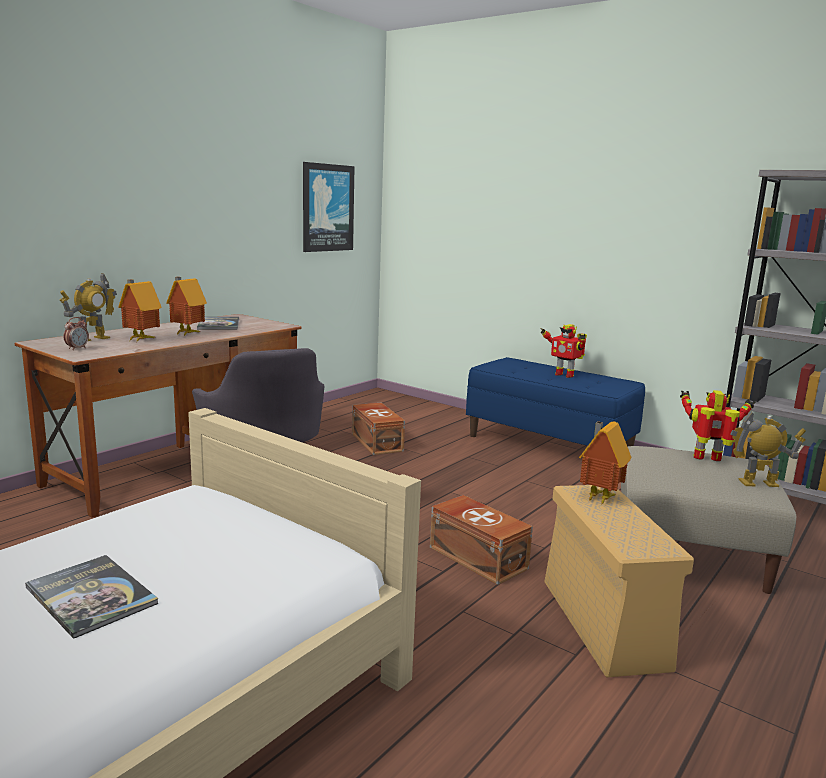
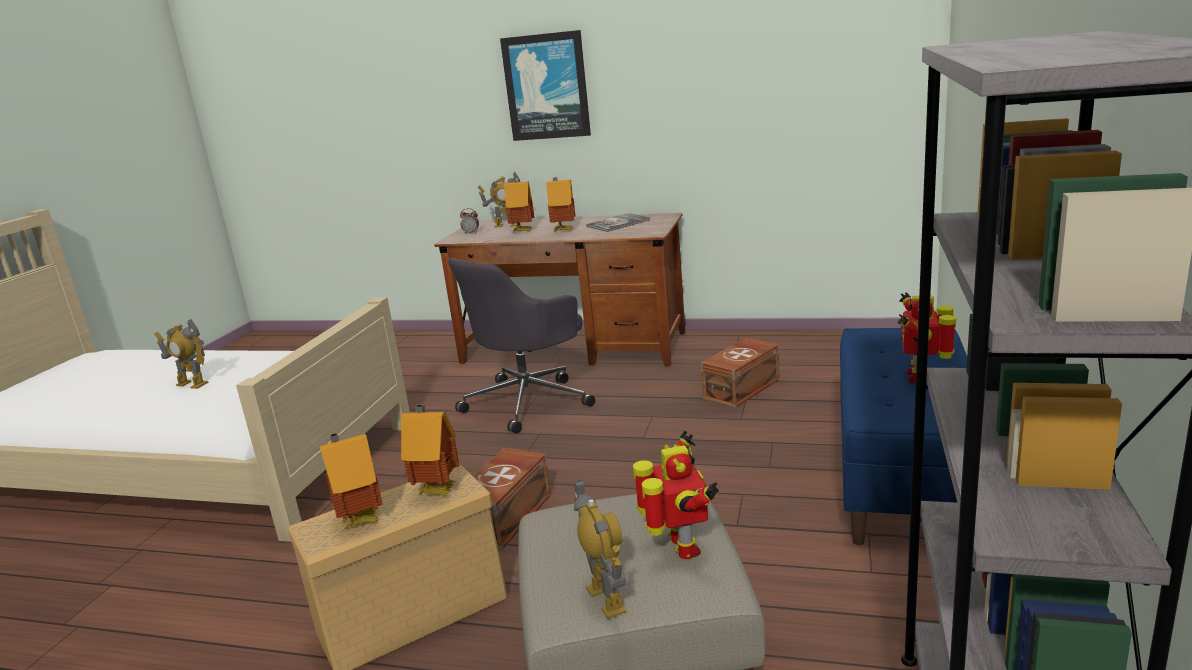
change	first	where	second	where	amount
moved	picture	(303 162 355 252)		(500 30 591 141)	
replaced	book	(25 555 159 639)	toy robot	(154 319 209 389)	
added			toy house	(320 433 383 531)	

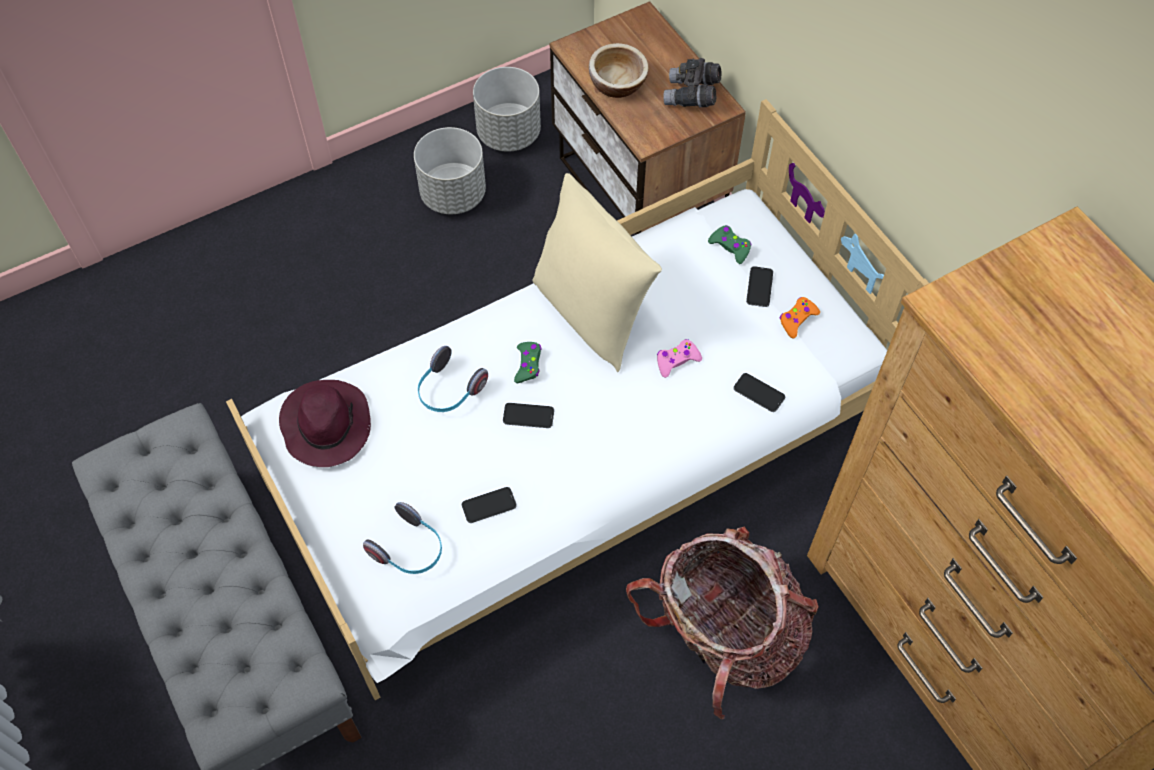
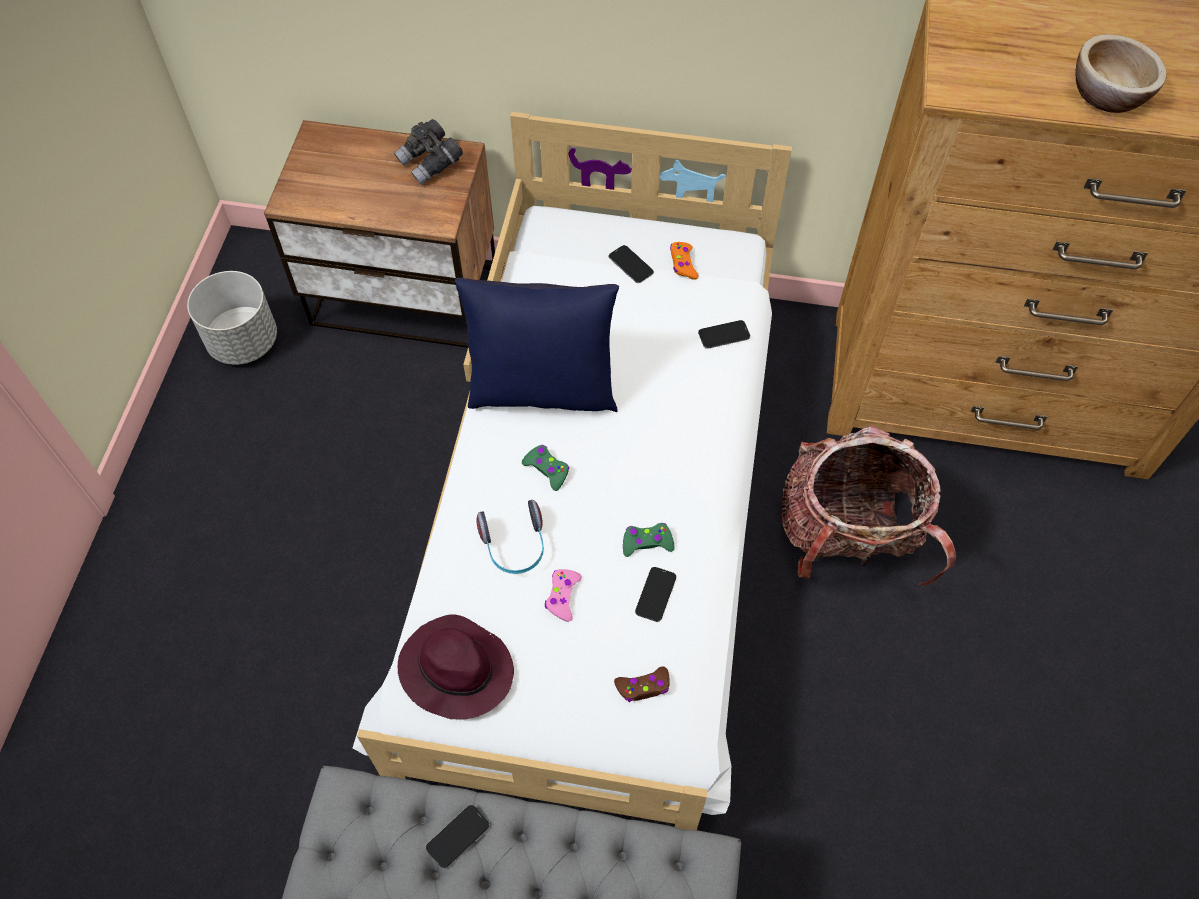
change	first	where	second	where	amount
moved	bowl	(589 43 649 98)		(1076 34 1167 113)	
removed	planter/grey	(414 127 486 214)			
recoloured	pillow/beige	(532 173 662 372)	pillow/blue	(455 278 619 412)	
moved	game controller/green	(708 225 752 264)		(623 523 675 557)	
moved	game controller/pink	(657 339 702 378)		(545 569 582 622)	
moved	phone	(503 403 554 428)		(426 805 490 869)	
replaced	headphones	(363 502 442 574)	game controller/brown	(614 667 670 702)	

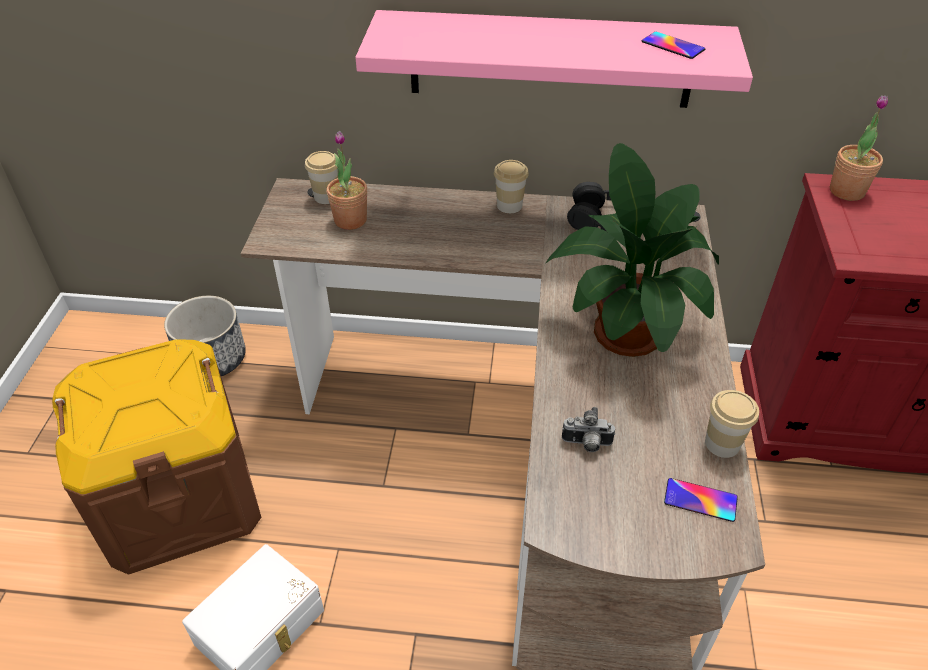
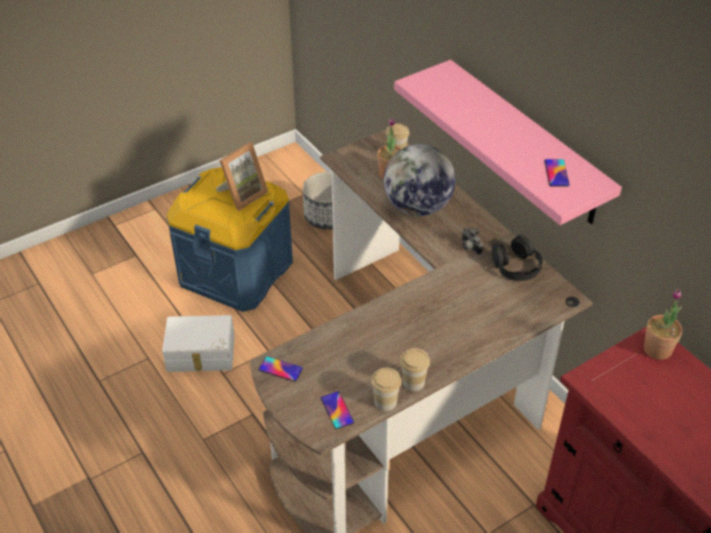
change	first	where	second	where	amount
removed	potted plant	(546 143 719 357)			
moved	cup	(494 160 529 213)		(400 348 430 391)	
recoloured	storage box/brown	(52 339 261 575)	storage box/blue	(167 167 293 312)	
moved	photo camera	(562 407 615 452)		(462 227 483 255)	
added			picture frame	(216 142 268 211)	
added			globe	(383 144 456 216)	
added			phone	(258 357 303 382)	

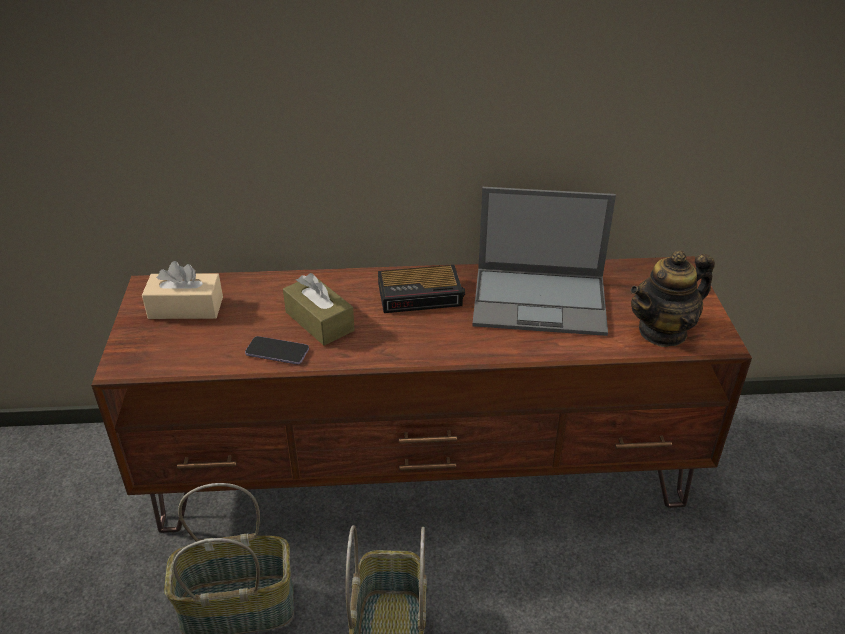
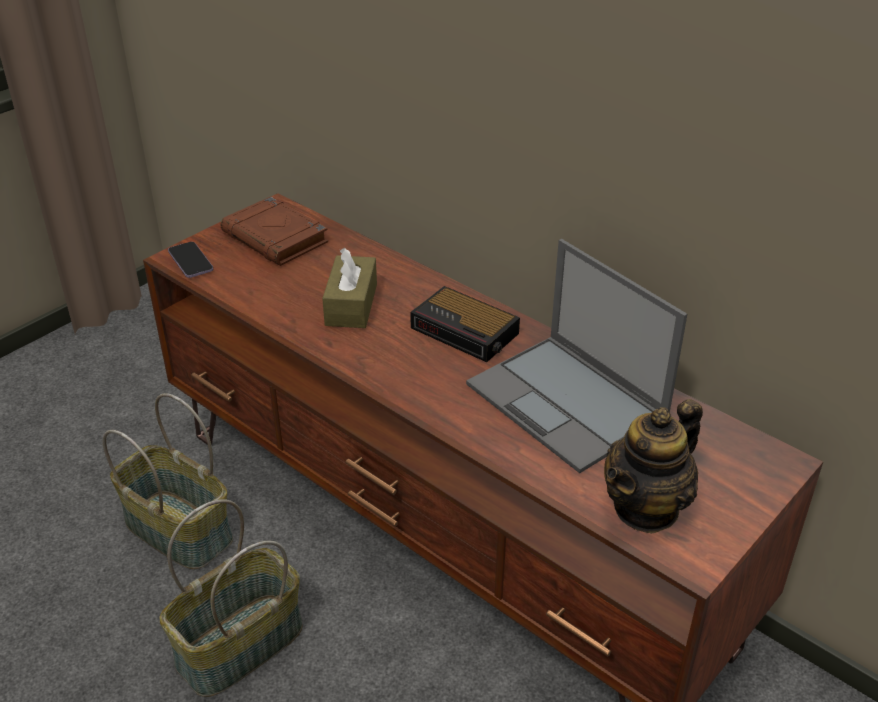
change	first	where	second	where	amount
turned	teapot	(630 251 715 347)		(604 399 703 534)	60 degrees counterclockwise
replaced	tissue box/beige	(142 261 223 319)	book/brown	(221 197 328 266)	
moved	phone	(245 336 309 364)		(168 242 213 278)	

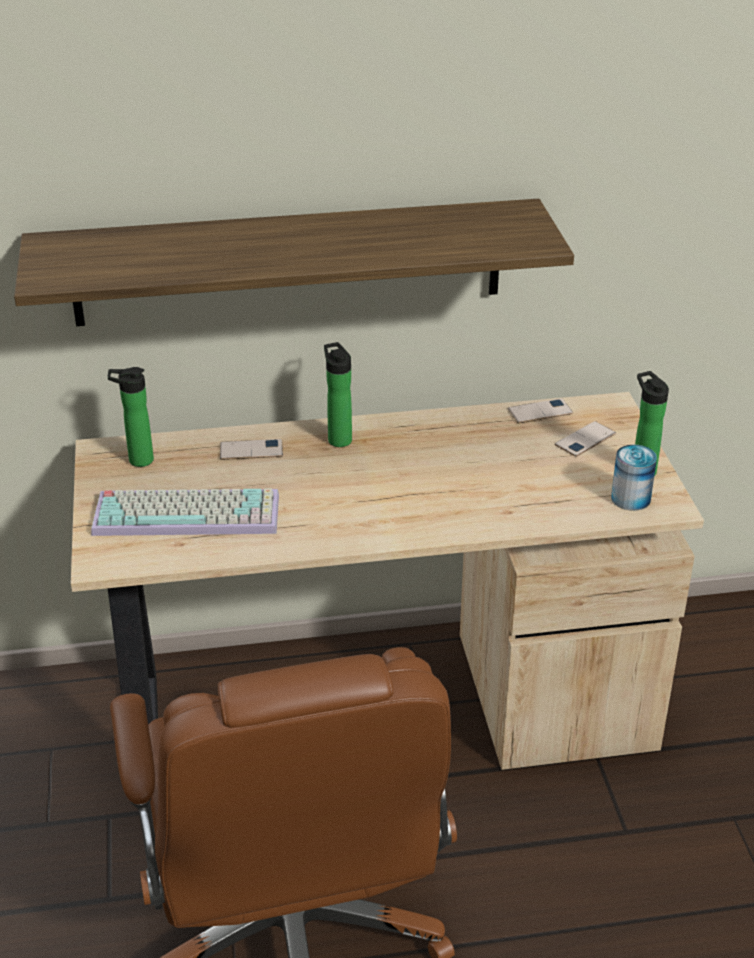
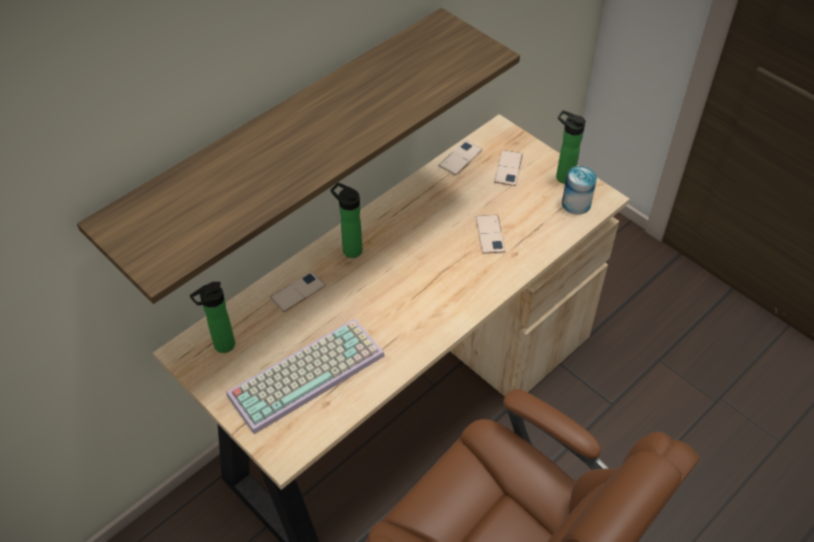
change	first	where	second	where	amount
added			phone	(476 215 505 254)	

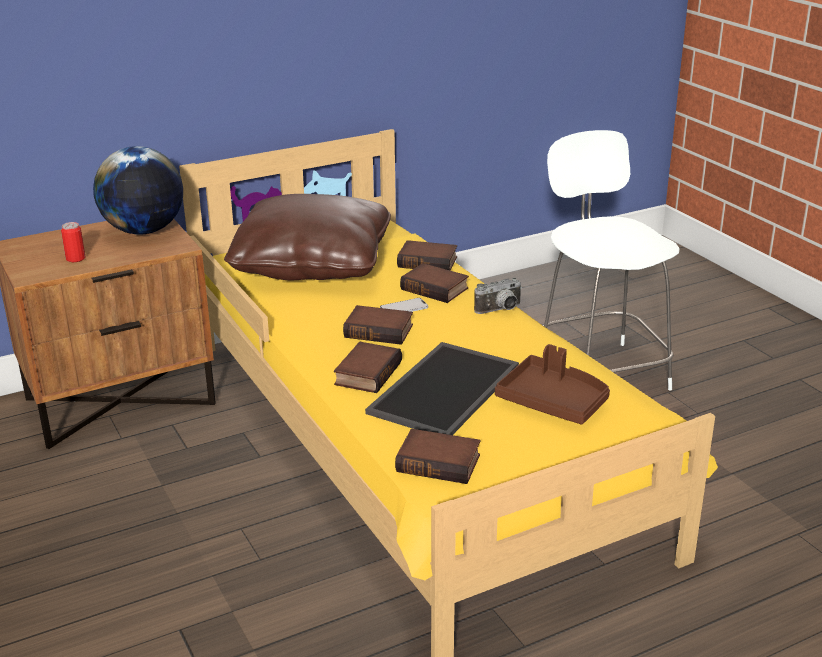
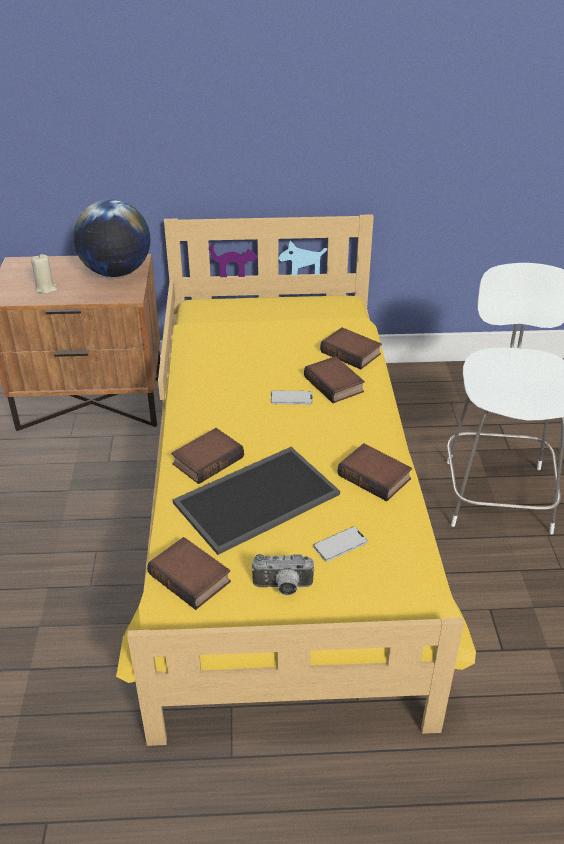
change	first	where	second	where	amount
removed	pillow/brown	(224 194 391 280)			
replaced	can	(61 222 86 262)	candle/beige	(31 254 57 294)	
moved	photo camera	(474 278 522 314)		(251 554 315 595)	
moved	book	(343 305 413 345)		(337 443 412 501)	
replaced	tray/brown	(495 344 610 425)	phone	(313 527 368 561)	

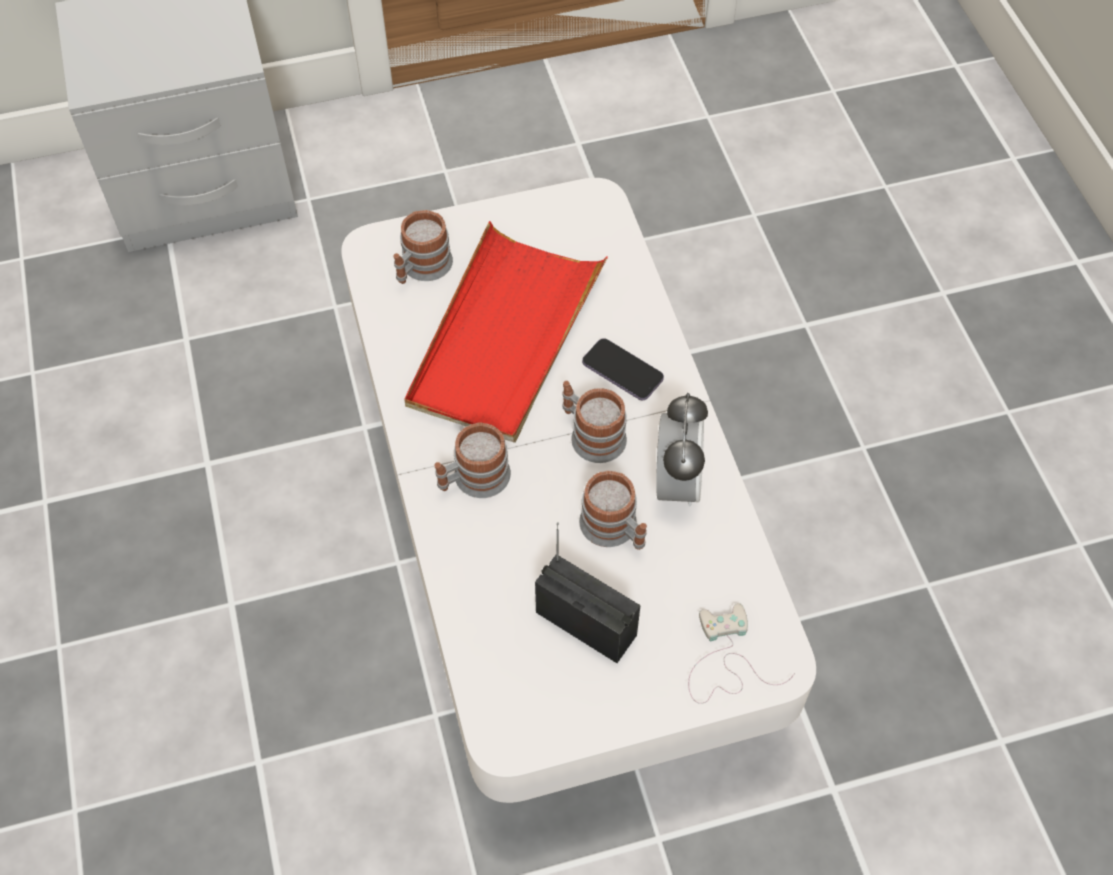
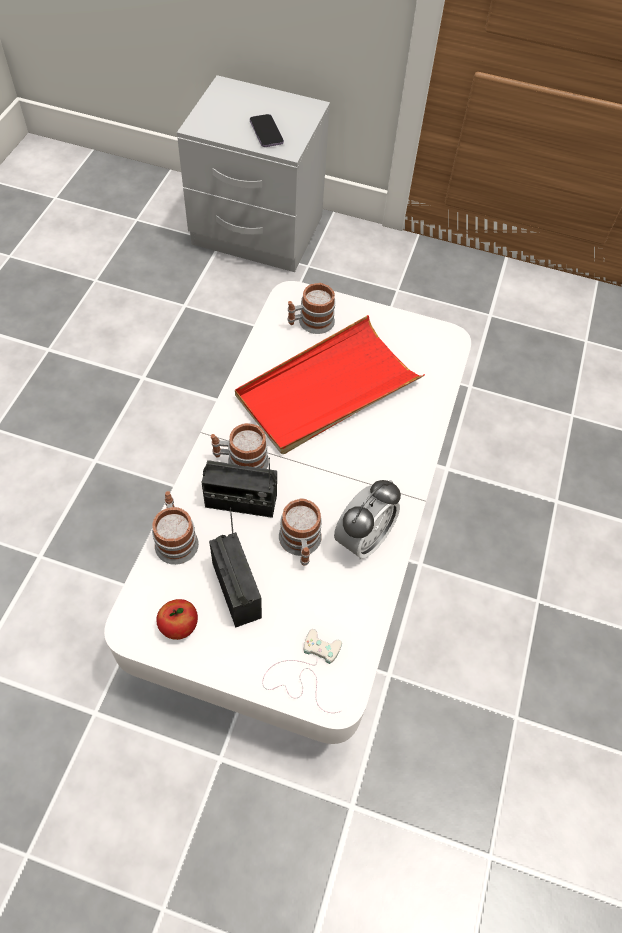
change	first	where	second	where	amount
moved	phone	(582 338 664 401)		(250 114 284 147)	
moved	mug	(562 381 627 463)		(152 491 199 565)	
added			radio	(201 457 277 518)	
added			apple	(156 599 198 640)	

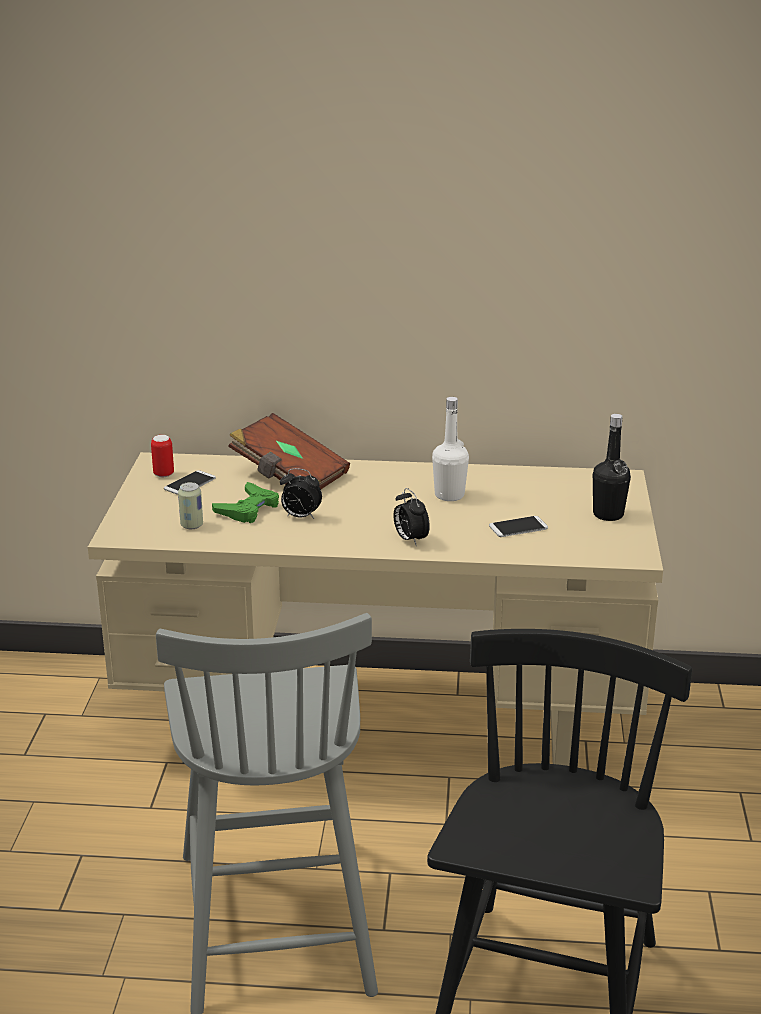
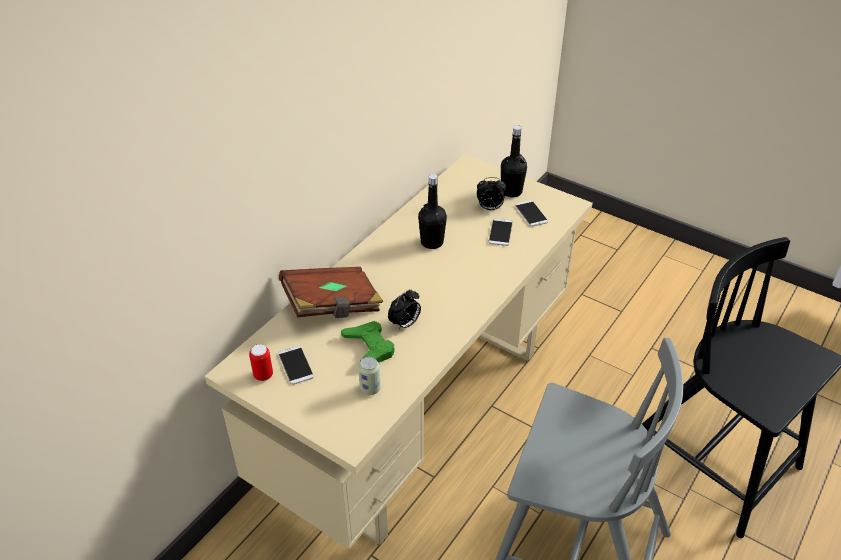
change	first	where	second	where	amount
recoloured	bottle/white	(432 397 469 501)	bottle/black	(418 174 447 249)	
moved	alarm clock	(393 488 430 546)		(477 177 506 210)	
added			phone	(515 200 548 227)	

